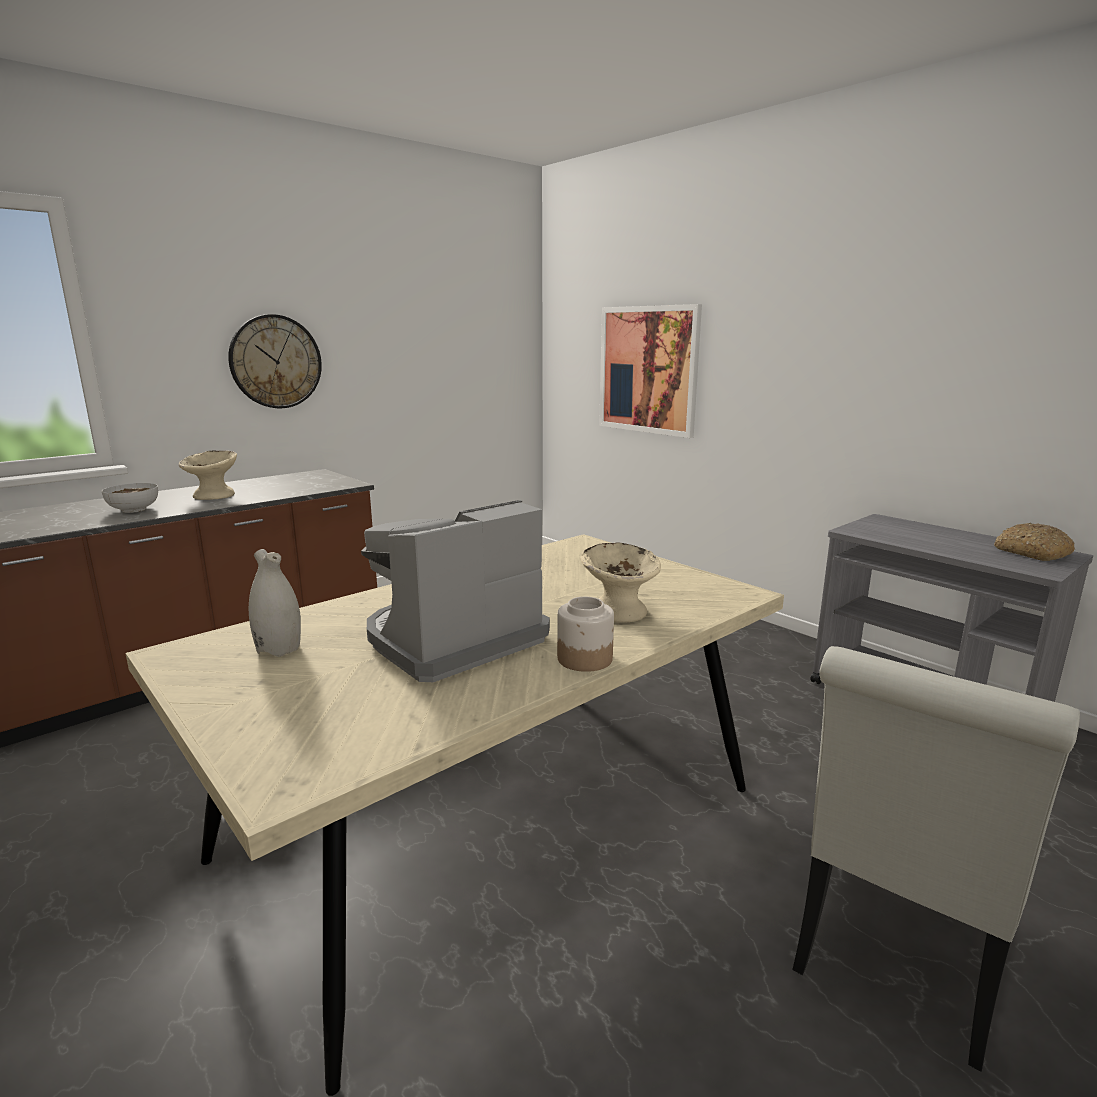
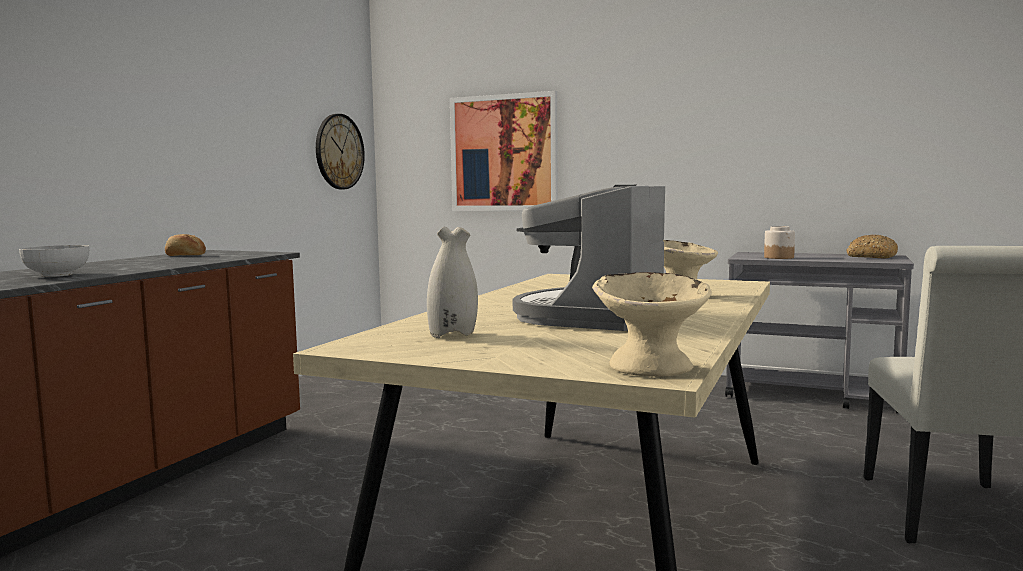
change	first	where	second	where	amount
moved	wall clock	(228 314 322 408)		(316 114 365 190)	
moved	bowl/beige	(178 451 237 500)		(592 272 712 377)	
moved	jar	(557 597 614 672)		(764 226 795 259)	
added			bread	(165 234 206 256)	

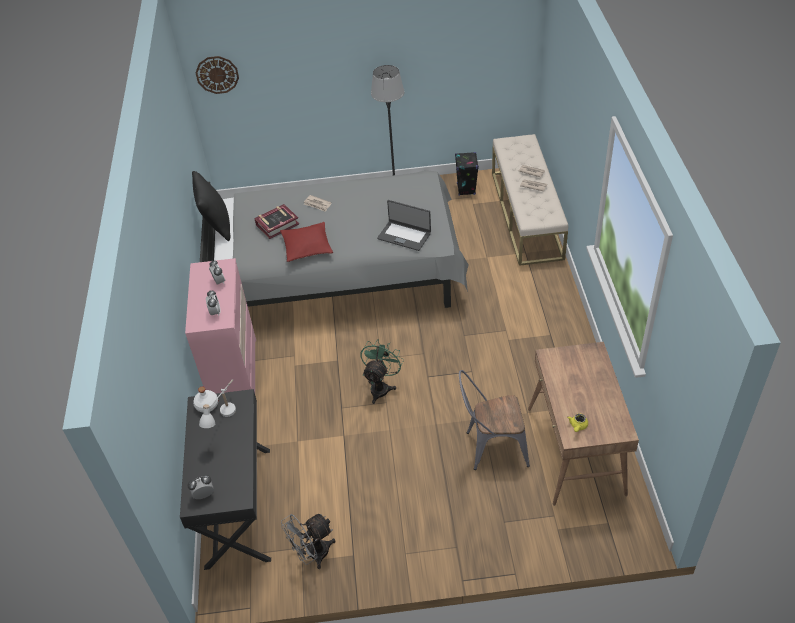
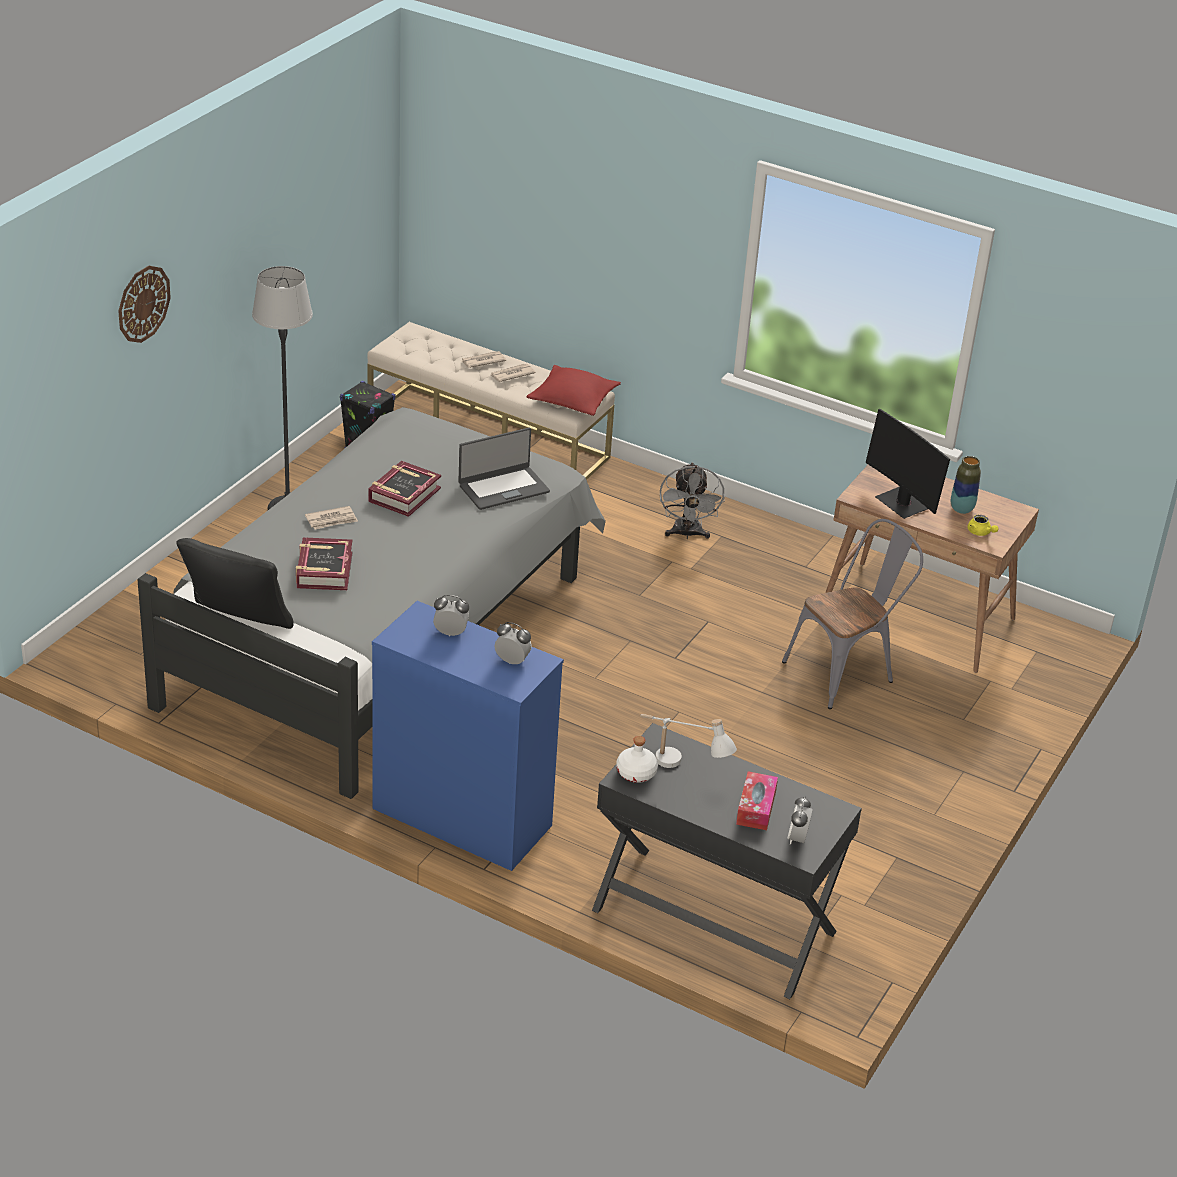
change	first	where	second	where	amount
moved	wall clock	(195 56 239 94)		(118 266 171 343)	
moved	pillow/red	(280 222 333 262)		(526 365 621 416)	
recoloured	dresser/pink	(185 258 256 394)	dresser/blue	(372 601 564 871)	
removed	fan/green	(360 339 404 404)			
turned	chair/grey	(459 370 530 470)		(782 519 923 709)	150 degrees counterclockwise
moved	fan/grey	(281 514 335 569)		(660 462 725 539)	
added			monitor	(865 409 950 519)	
added			vase	(951 456 981 514)	
added			book	(368 461 441 517)	
added			tissue box	(736 771 778 830)	

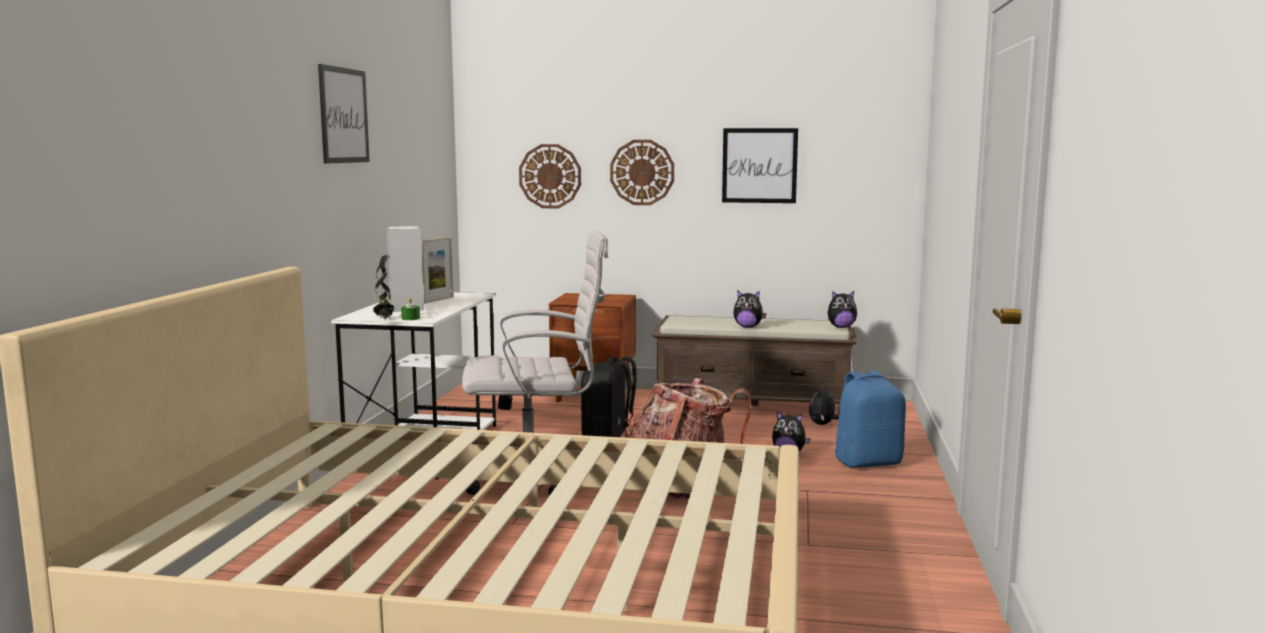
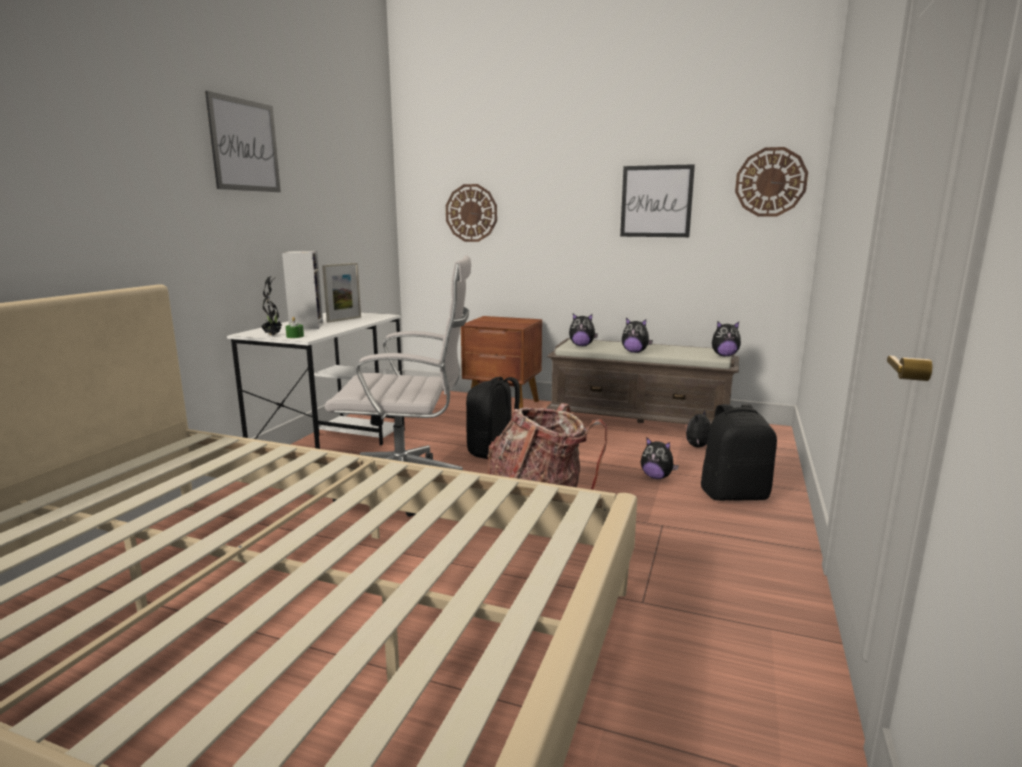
change	first	where	second	where	amount
moved	wall clock	(610 140 674 205)		(735 147 808 217)	
recoloured	backpack/blue	(835 371 906 468)	backpack/black	(701 404 777 501)	
added			plush toy	(569 314 598 346)	

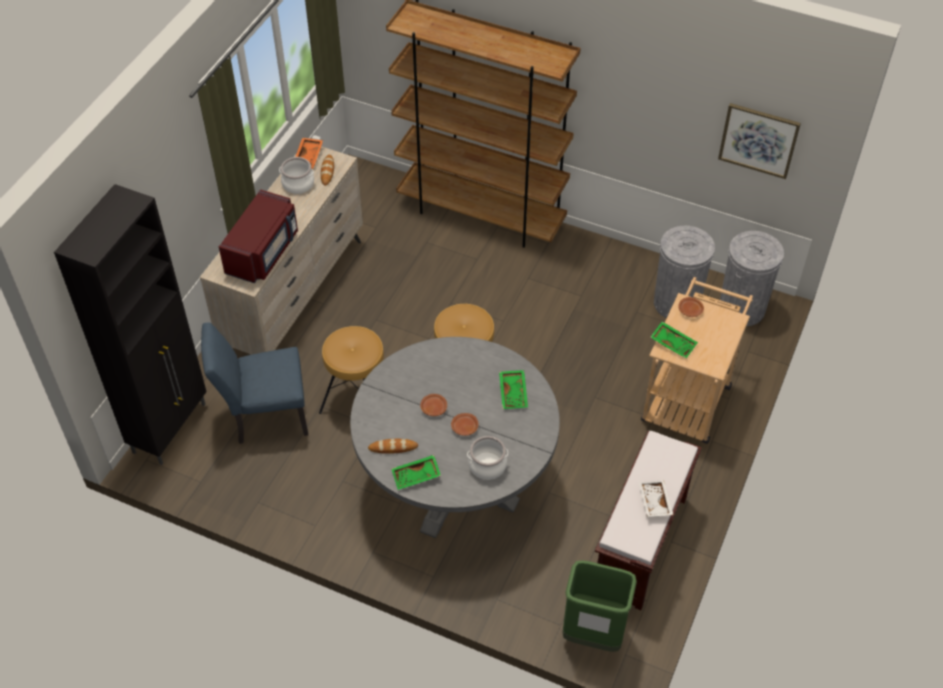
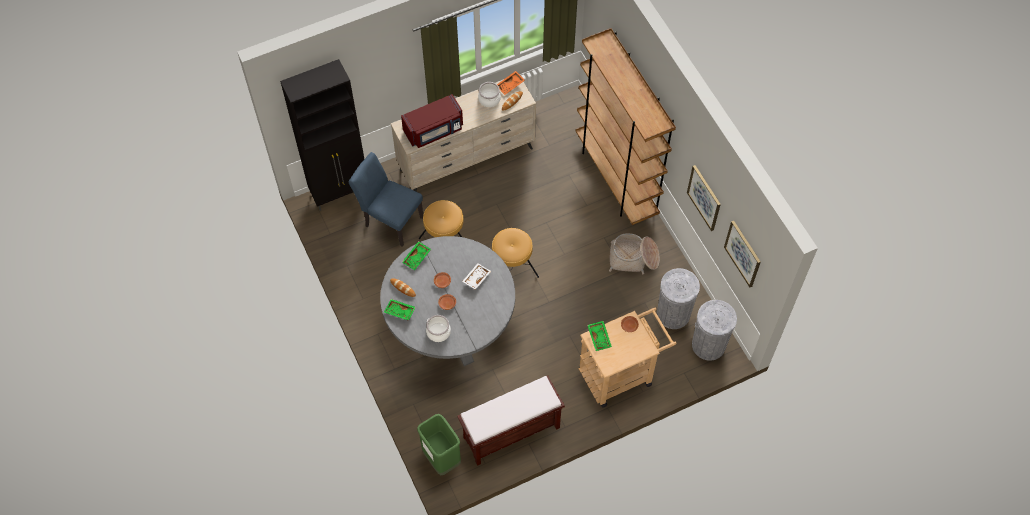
change	first	where	second	where	amount
moved	tray/green	(499 370 528 409)		(402 241 431 270)	
moved	tray/white	(638 480 673 517)		(462 263 491 290)	
added			picture	(687 165 721 231)	
added			basket	(609 233 660 275)	

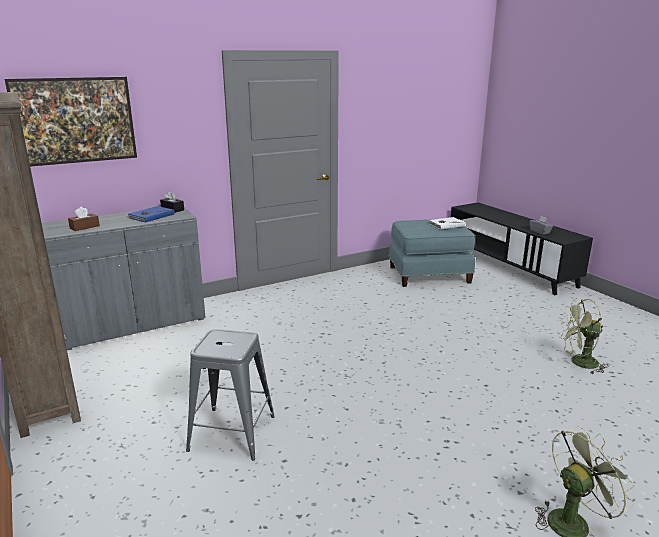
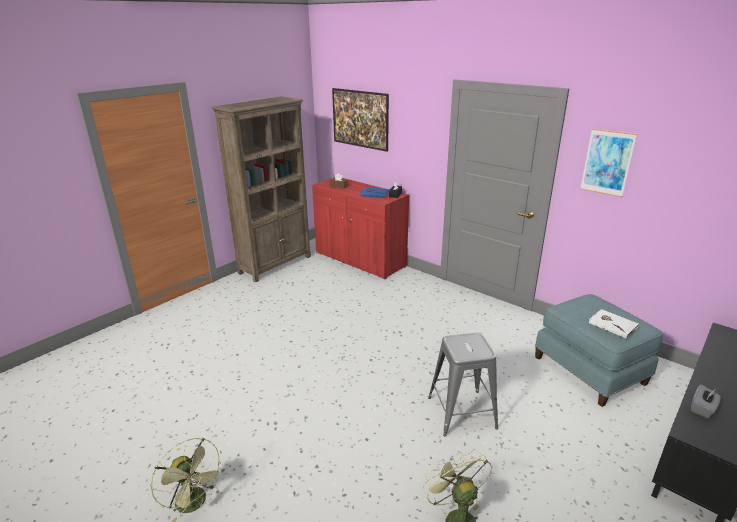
change	first	where	second	where	amount
recoloured	cabinet/grey	(42 208 206 350)	cabinet/red	(312 178 409 279)	
moved	stool/grey	(186 329 275 460)		(428 333 498 436)	
added			picture	(580 128 637 197)	

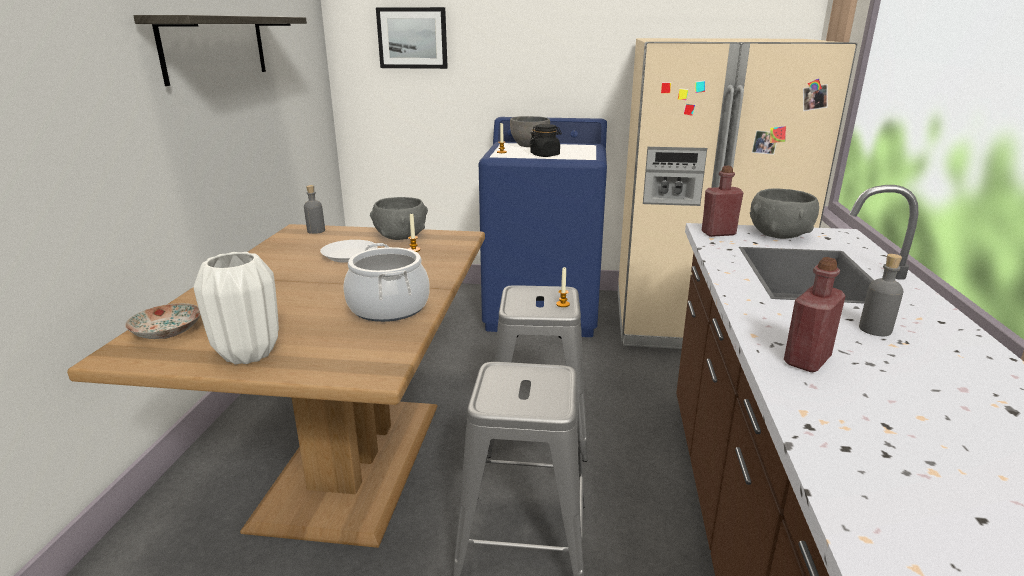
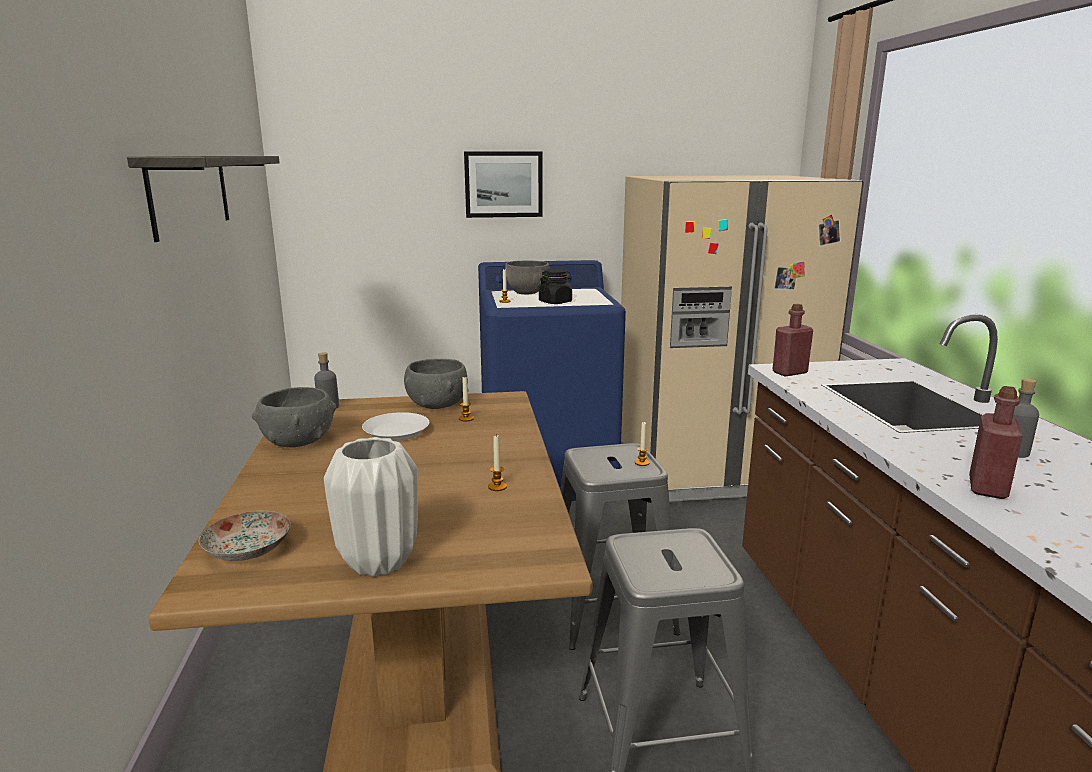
change	first	where	second	where	amount
moved	picture	(376 7 448 69)		(464 151 543 218)	
moved	bowl/grey	(750 189 819 239)		(252 387 336 448)	
replaced	cooking pot	(344 243 430 322)	candle	(488 436 507 491)	

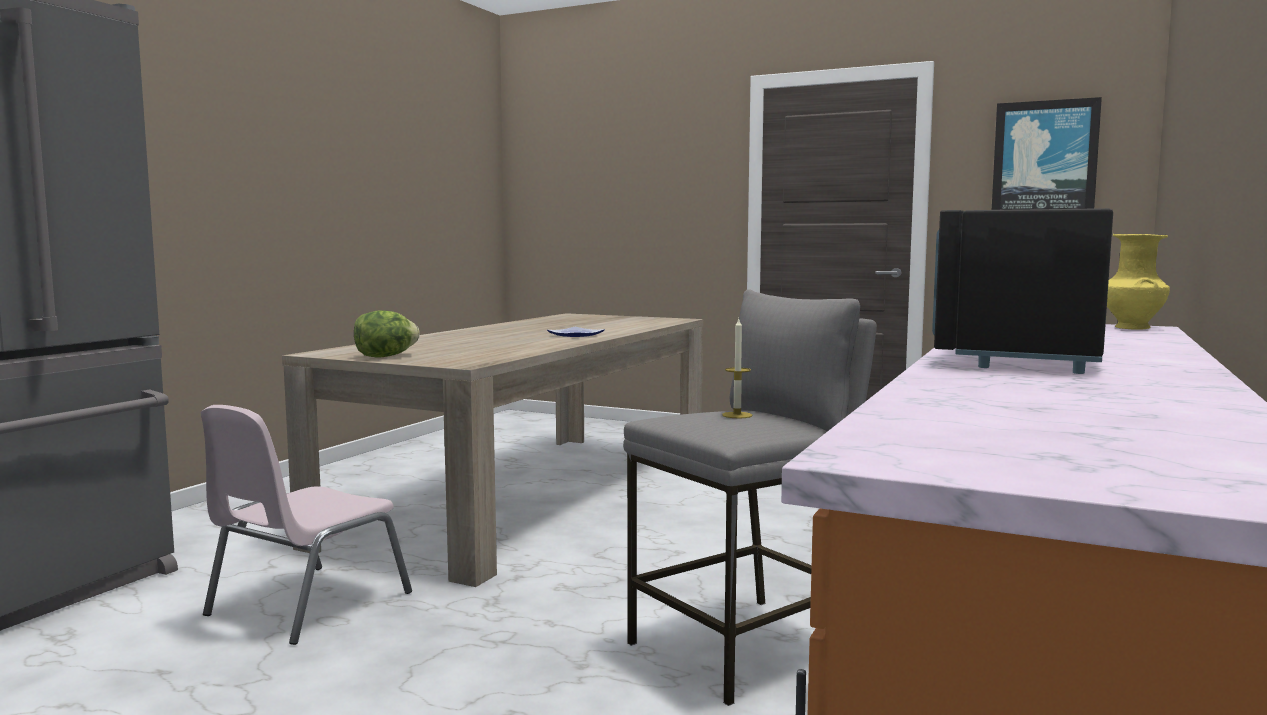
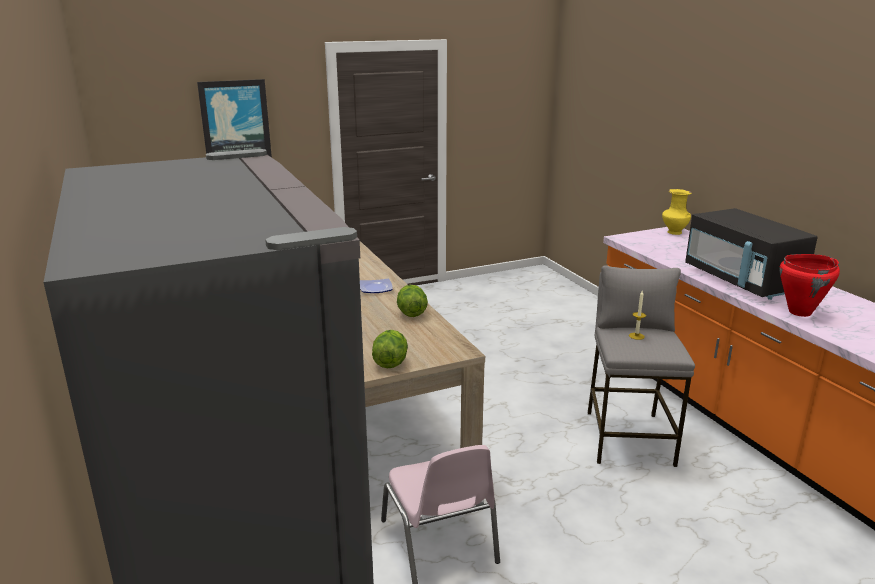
change	first	where	second	where	amount
moved	picture	(992 97 1102 210)		(197 79 272 157)	
added			cooking pot/red	(779 254 840 317)	
added			lettuce	(397 285 428 317)	

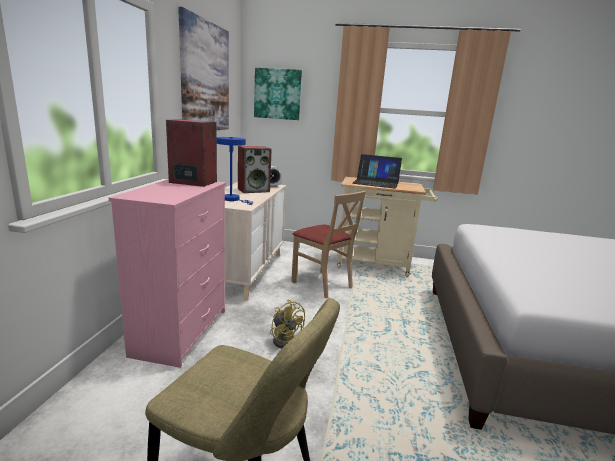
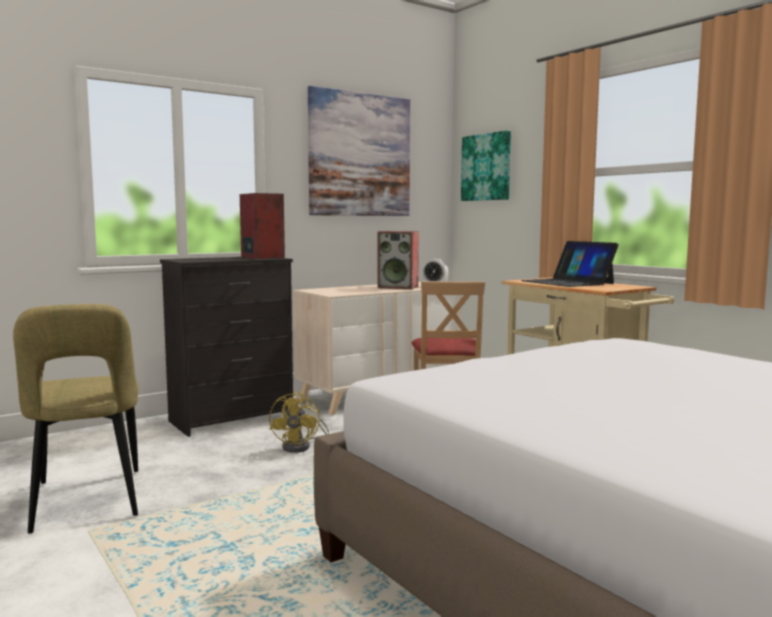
change	first	where	second	where	amount
removed	table lamp/blue	(217 137 253 205)			
recoloured	dresser/pink	(109 179 226 368)	dresser/black	(160 257 293 437)	

